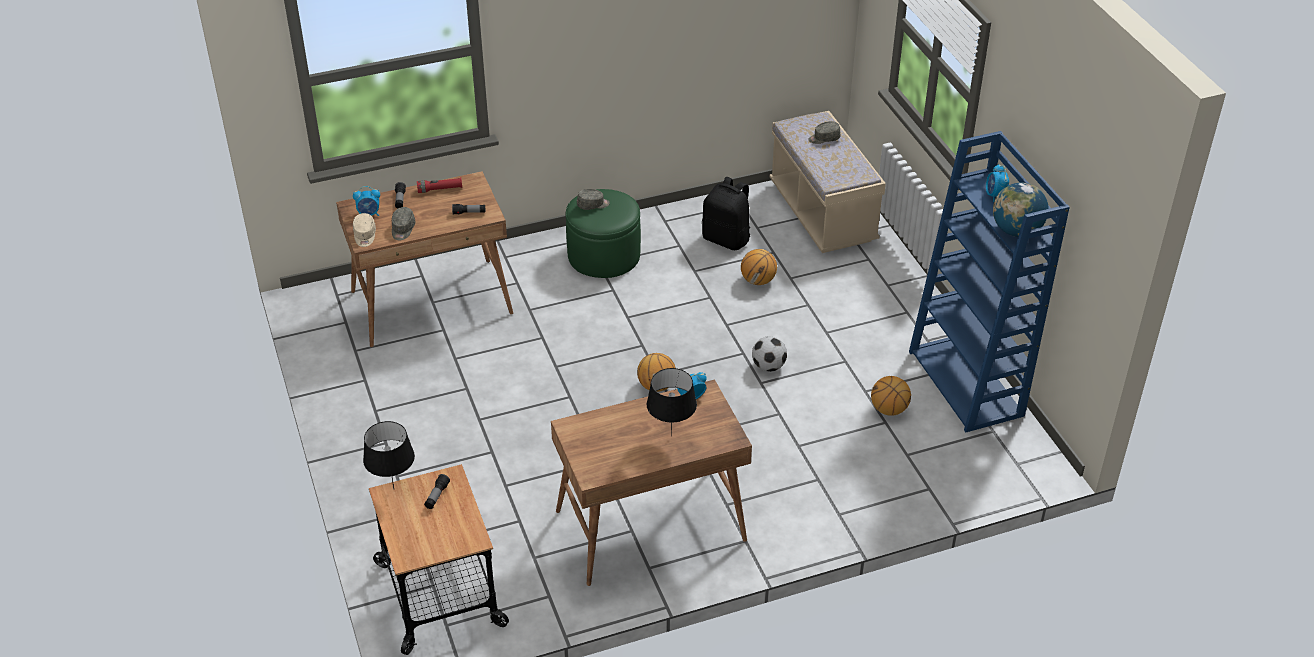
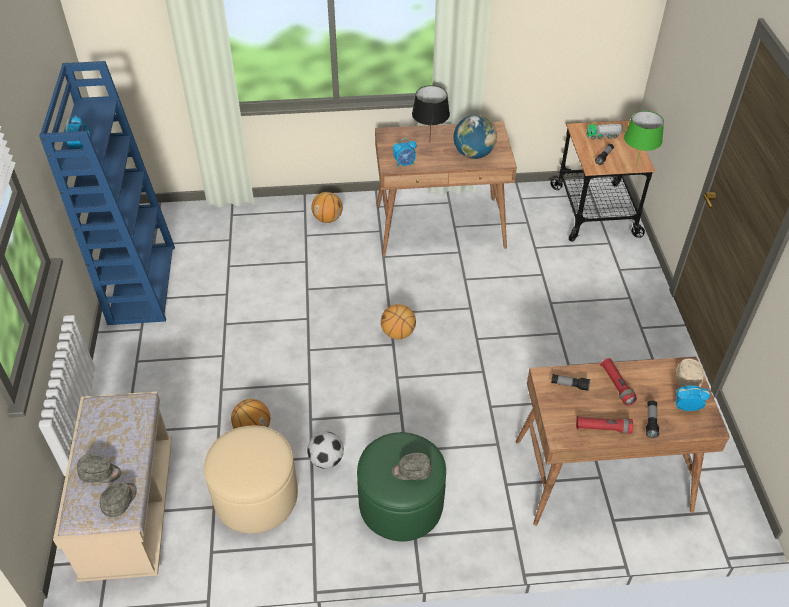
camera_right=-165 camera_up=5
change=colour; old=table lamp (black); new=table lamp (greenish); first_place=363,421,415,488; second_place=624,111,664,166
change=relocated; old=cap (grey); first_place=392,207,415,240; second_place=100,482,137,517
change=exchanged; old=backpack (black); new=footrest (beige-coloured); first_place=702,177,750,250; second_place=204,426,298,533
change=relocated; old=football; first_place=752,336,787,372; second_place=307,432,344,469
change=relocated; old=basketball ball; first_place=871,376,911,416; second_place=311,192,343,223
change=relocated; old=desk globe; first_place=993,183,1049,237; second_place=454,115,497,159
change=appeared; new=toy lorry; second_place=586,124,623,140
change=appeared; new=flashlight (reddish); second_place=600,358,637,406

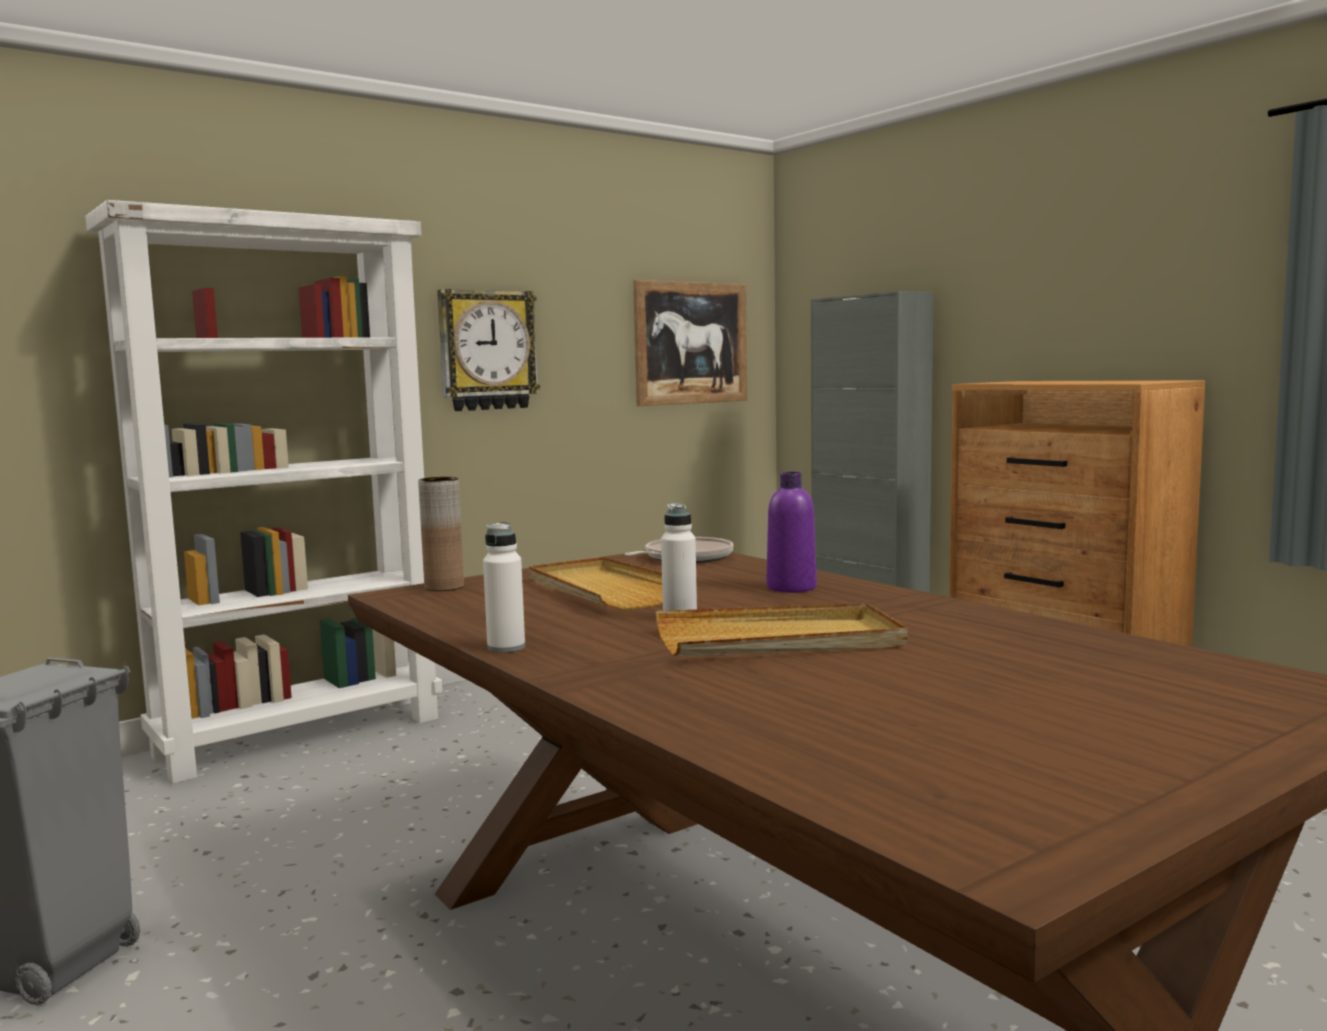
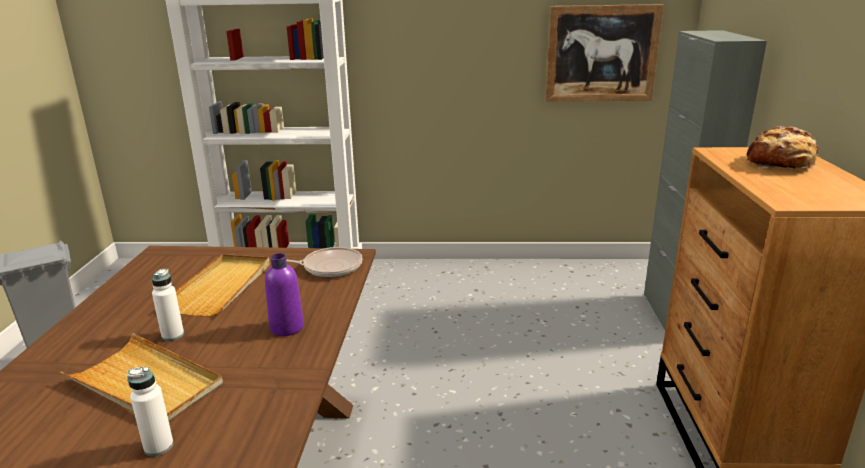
camera_right=40 camera_up=15
change=missing; old=decorative vase (brown-coloured); first_place=418,477,464,591
change=missing; old=hanging clock; first_place=437,289,540,411
change=relocated; old=bottle (white-coloured); first_place=483,522,525,653; second_place=127,367,174,456
change=appeared; new=bakery bread; second_place=746,125,819,170

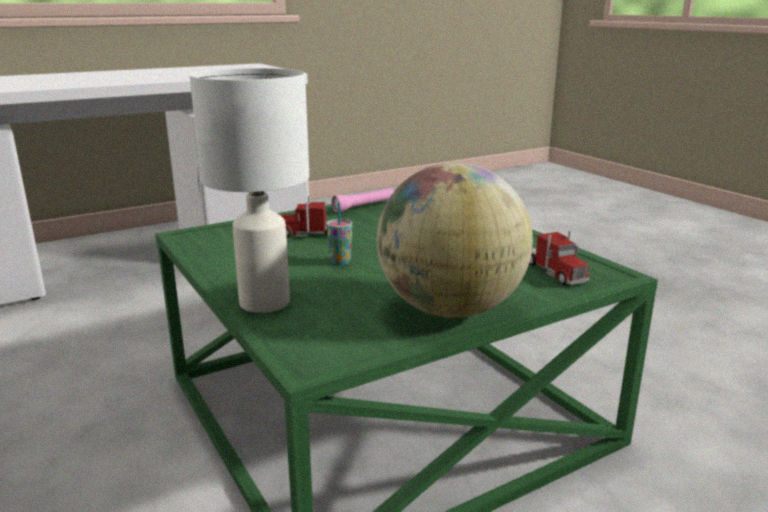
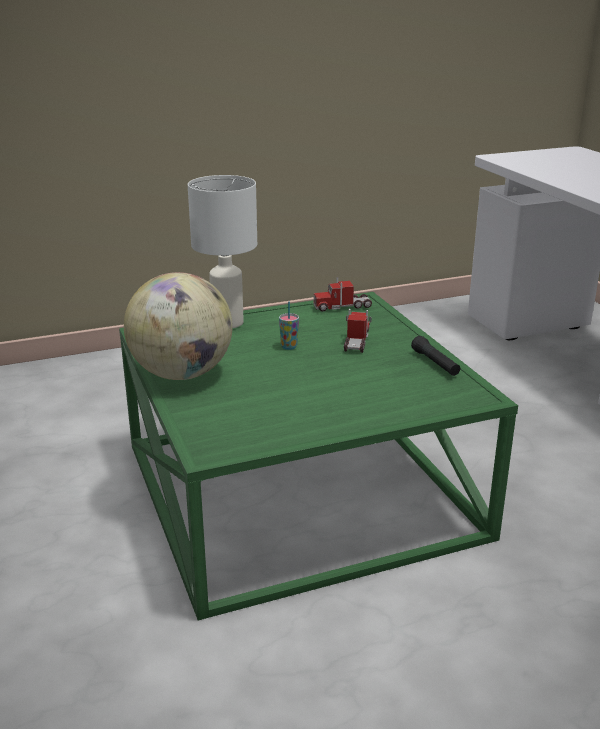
camera_right=100 camera_up=5
change=colour; old=flashlight (pinkish); new=flashlight (black); first_place=331,188,394,212; second_place=411,336,460,376
change=relocated; old=toy lorry; first_place=529,231,589,285; second_place=314,277,372,311

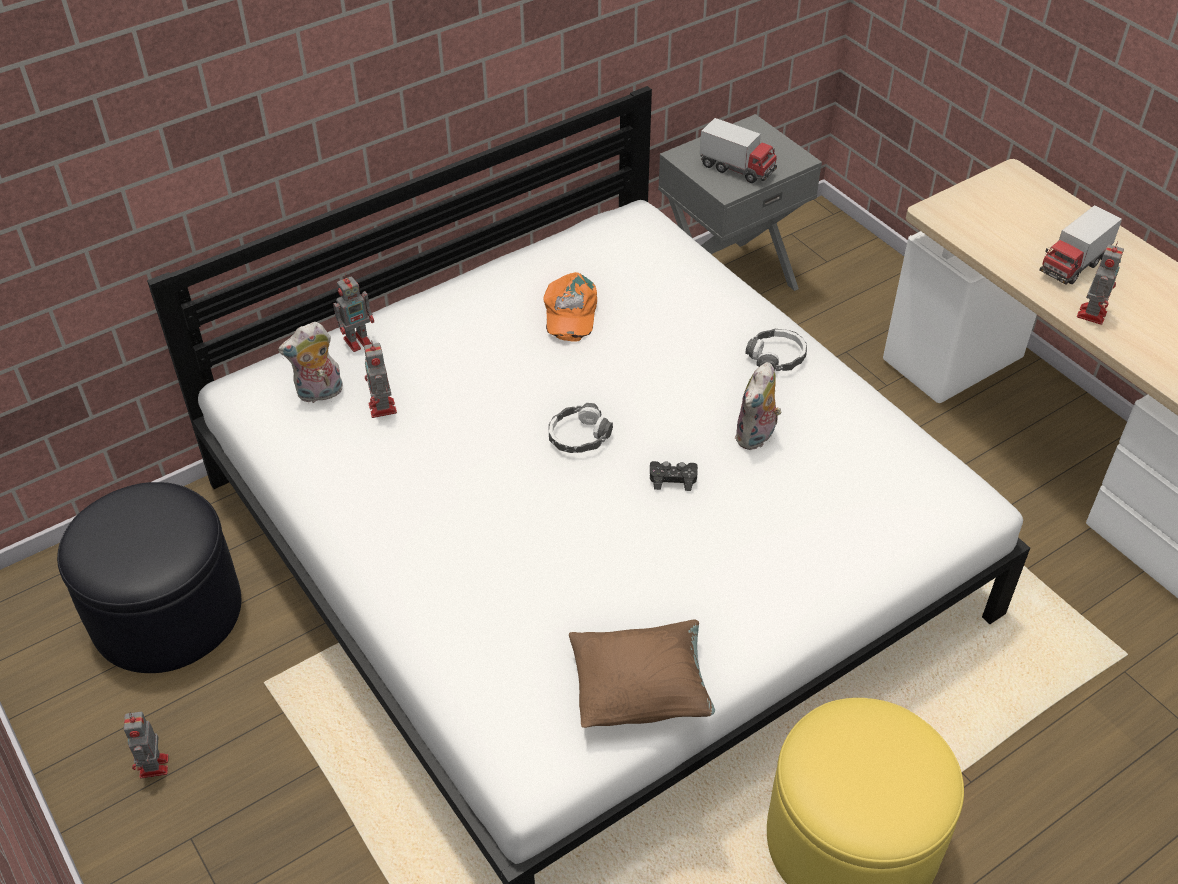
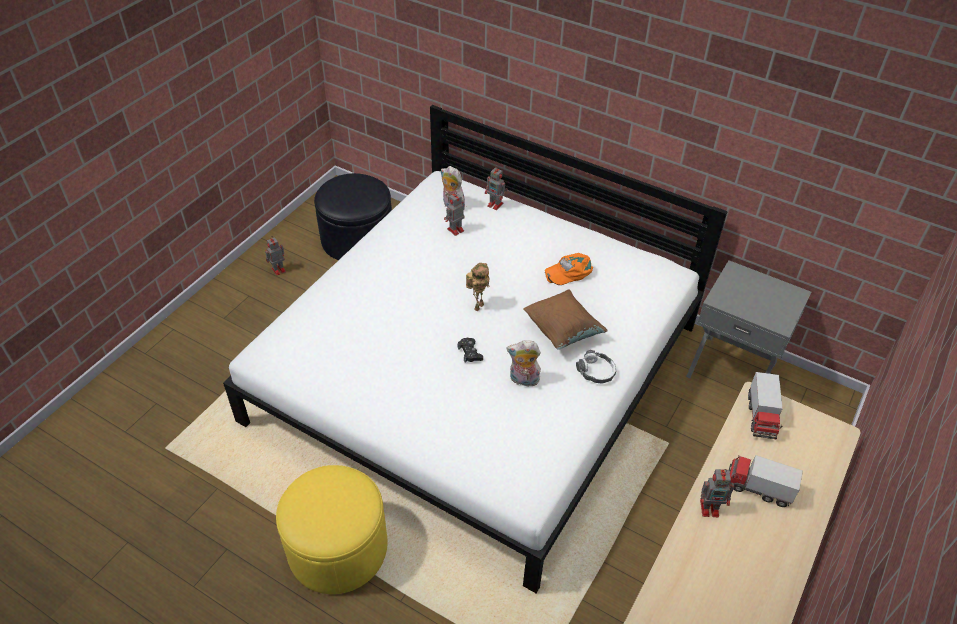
camera_right=65 camera_up=0
change=exchanged; old=headset; new=robot figure; first_place=548,403,613,453; second_place=466,263,490,311
change=relocated; old=pillow (brown-coloured); first_place=569,619,715,728; second_place=523,289,607,350
change=relocated; old=toy lorry; first_place=700,118,777,183; second_place=748,372,783,439

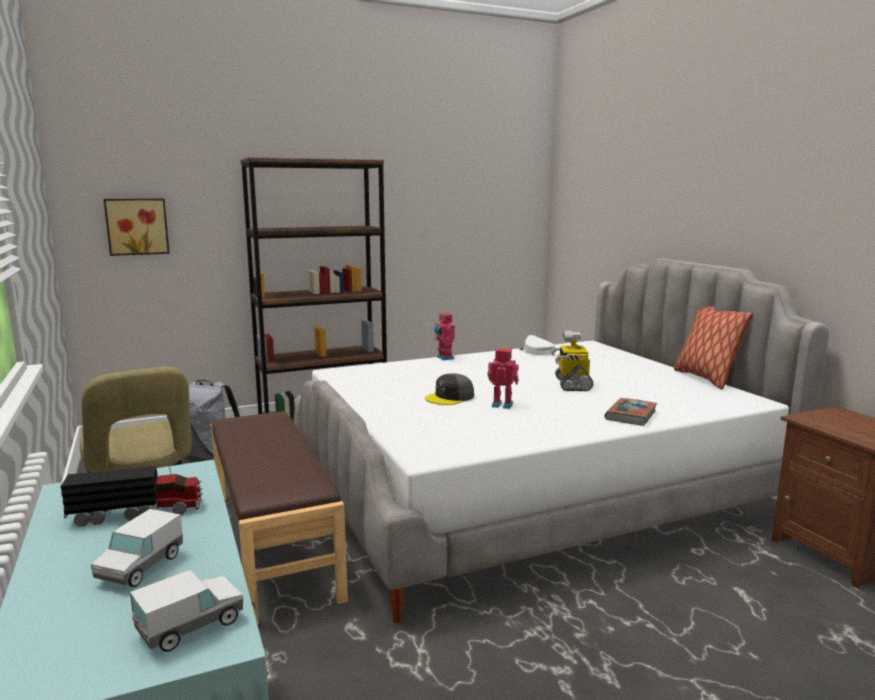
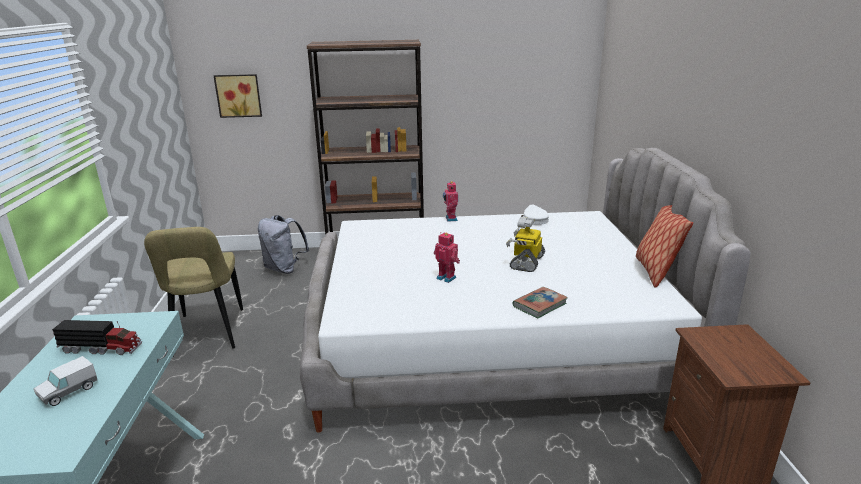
camera_right=20 camera_up=10
change=missing; old=toy lorry; first_place=130,570,243,652
change=missing; old=indoor bench (brown-coloured); first_place=211,411,348,624
change=missing; old=cap (grey); first_place=425,373,474,405

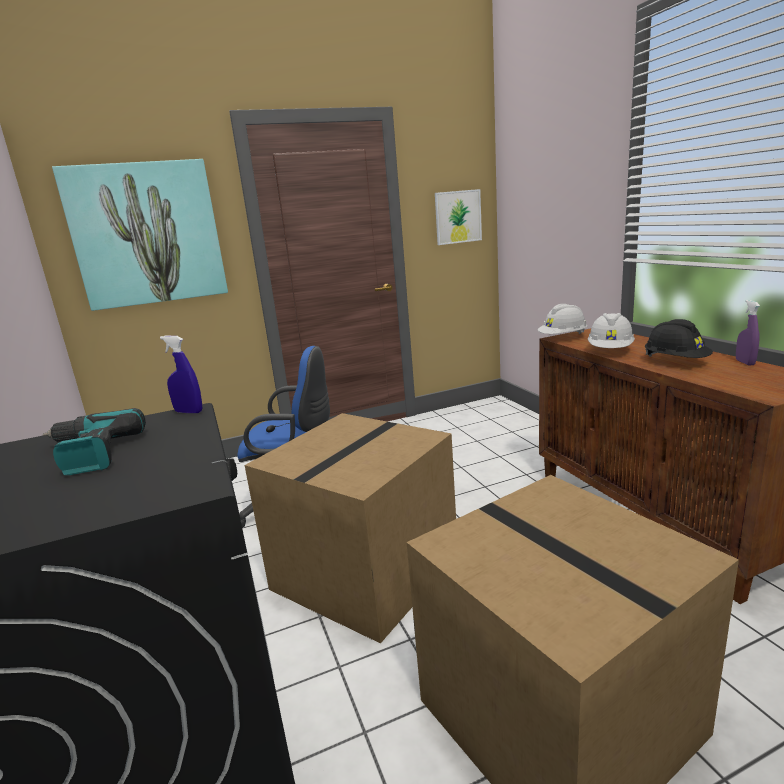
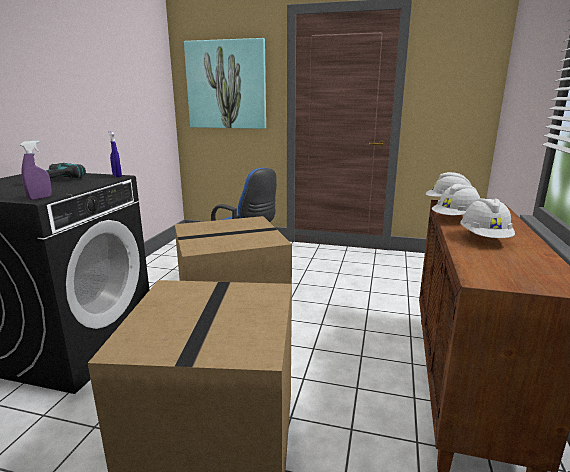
camera_right=35 camera_up=0
change=missing; old=wall art; first_place=435,189,482,245
change=colour; old=hard hat (black); new=hard hat (white-coloured); first_place=645,319,713,358; second_place=460,198,515,238
change=relocated; old=hand sprayer (purple); first_place=736,300,760,366; second_place=20,140,52,200

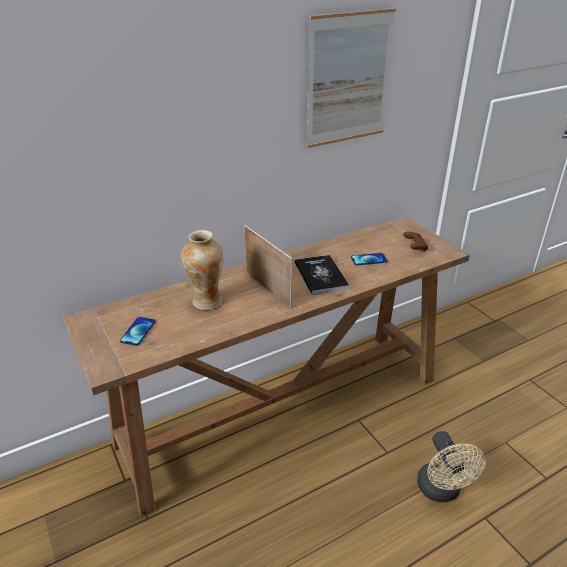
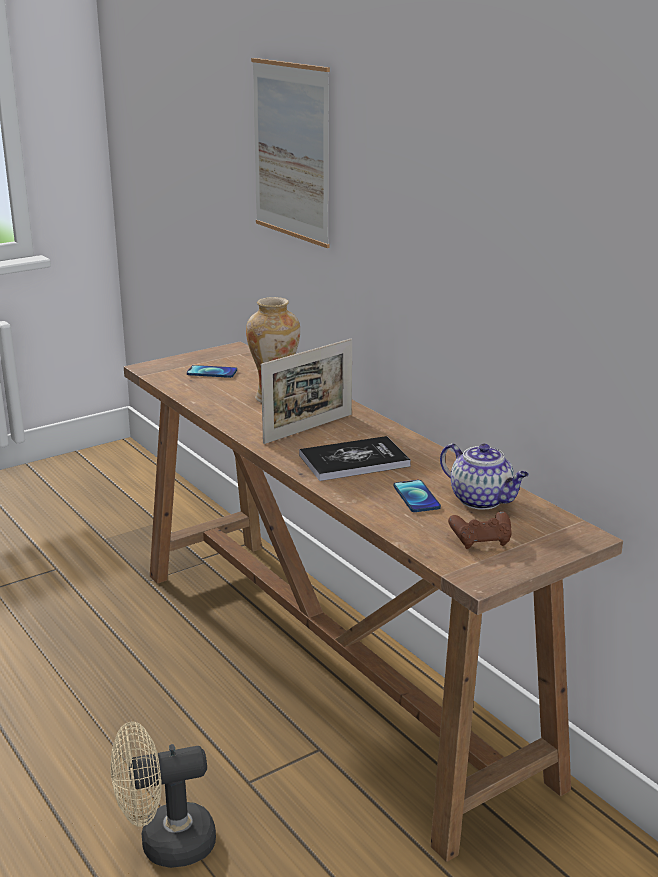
camera_right=85 camera_up=-10
change=relocated; old=wall art; first_place=306,8,396,148; second_place=251,58,330,248
change=appeared; new=teapot; second_place=440,443,529,510

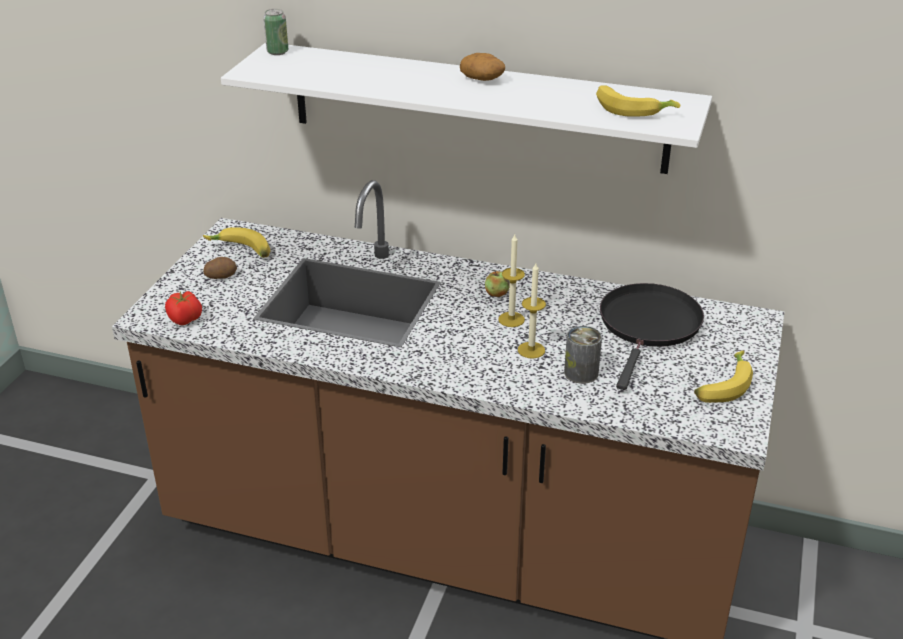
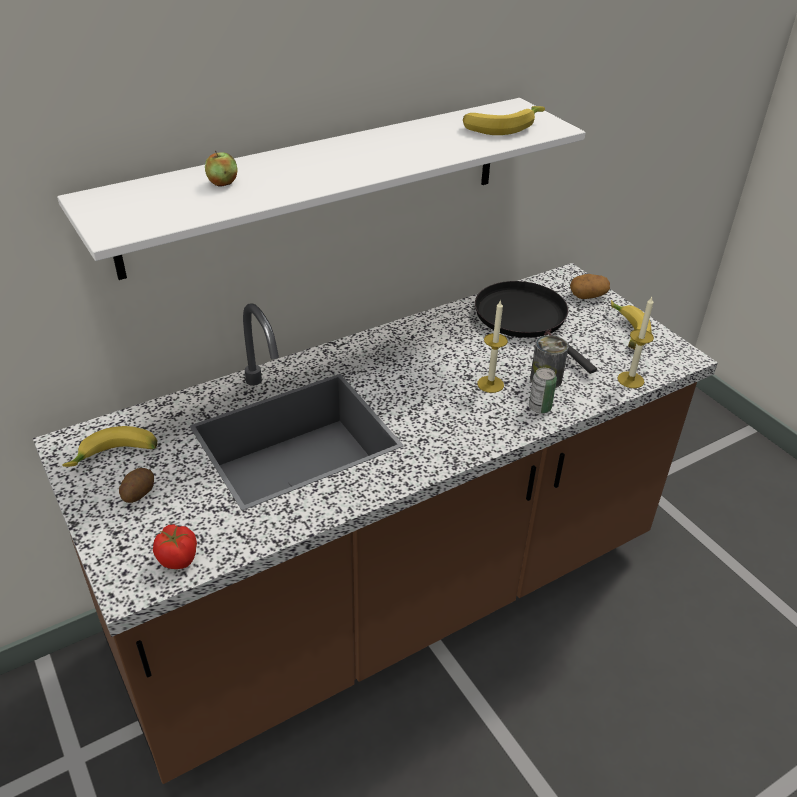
camera_right=-50 camera_up=5
change=relocated; old=sealed can; first_place=263,9,289,55; second_place=529,368,557,413
change=relocated; old=whole potato; first_place=460,53,505,81; second_place=570,274,610,299
change=relocated; old=apple fruit; first_place=485,271,510,297; second_place=205,150,237,187
change=relocated; old=wax light; first_place=498,234,525,327; second_place=617,297,654,388

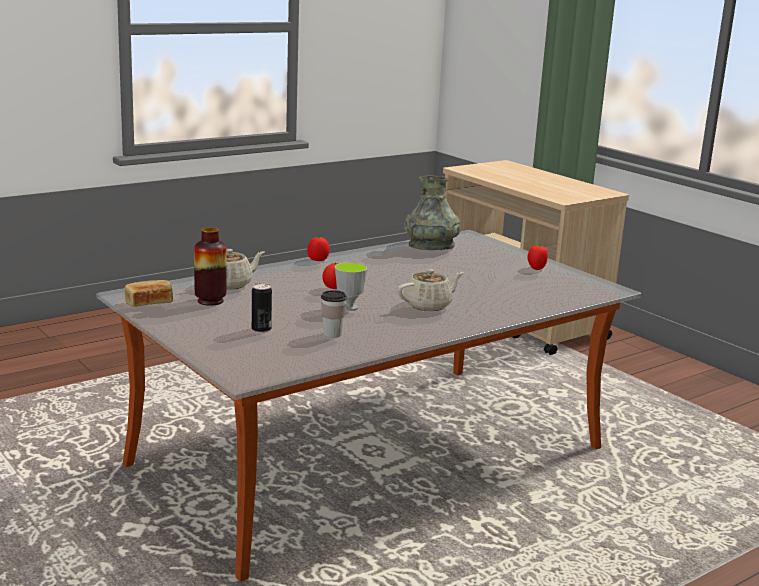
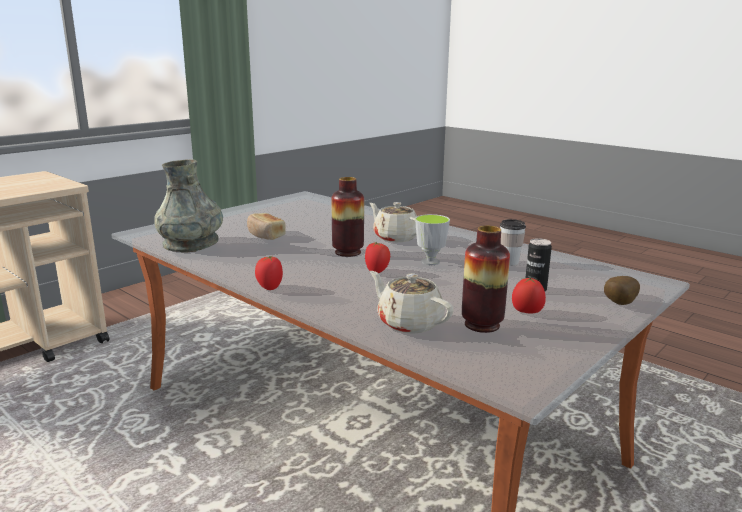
camera_right=-100 camera_up=0
change=relocated; old=bakery bread; first_place=125,280,173,307; second_place=247,213,286,240
change=relocated; old=fresh tomato; first_place=528,245,548,270; second_place=512,278,546,313
change=appeared; new=decorative vase; second_place=332,177,364,257
change=appeared; new=whole potato; second_place=604,276,640,305

